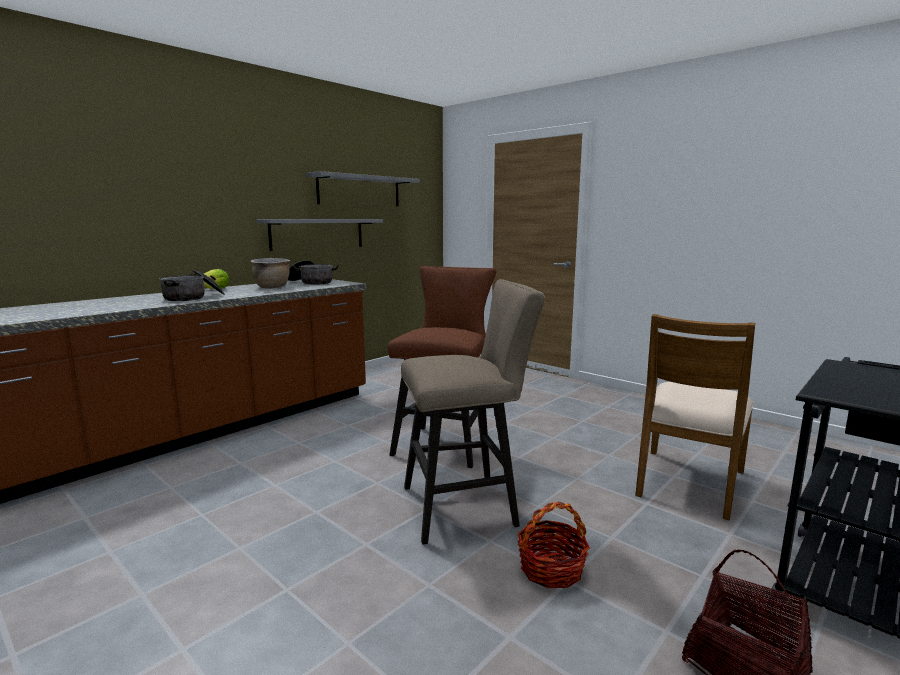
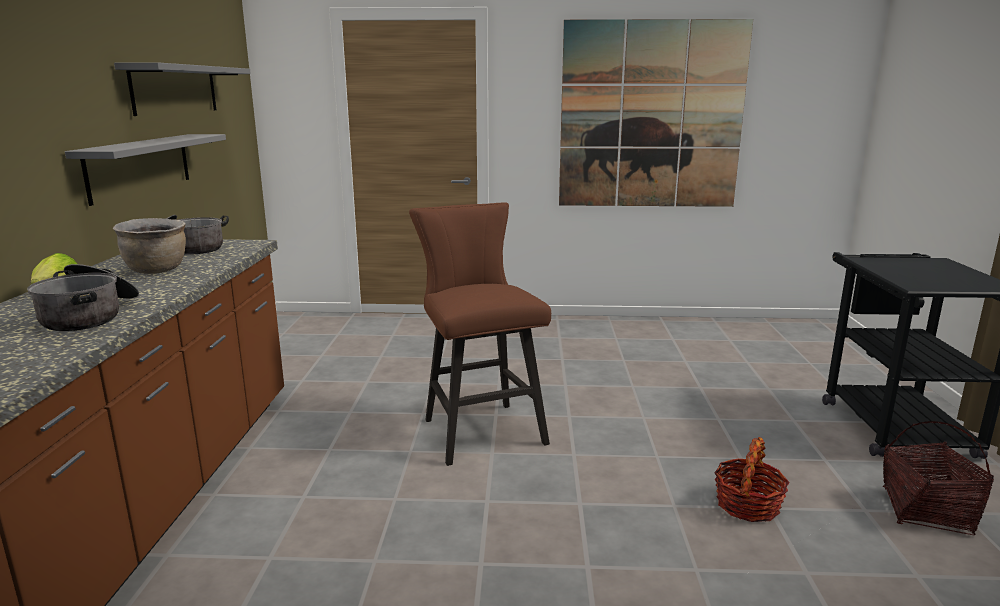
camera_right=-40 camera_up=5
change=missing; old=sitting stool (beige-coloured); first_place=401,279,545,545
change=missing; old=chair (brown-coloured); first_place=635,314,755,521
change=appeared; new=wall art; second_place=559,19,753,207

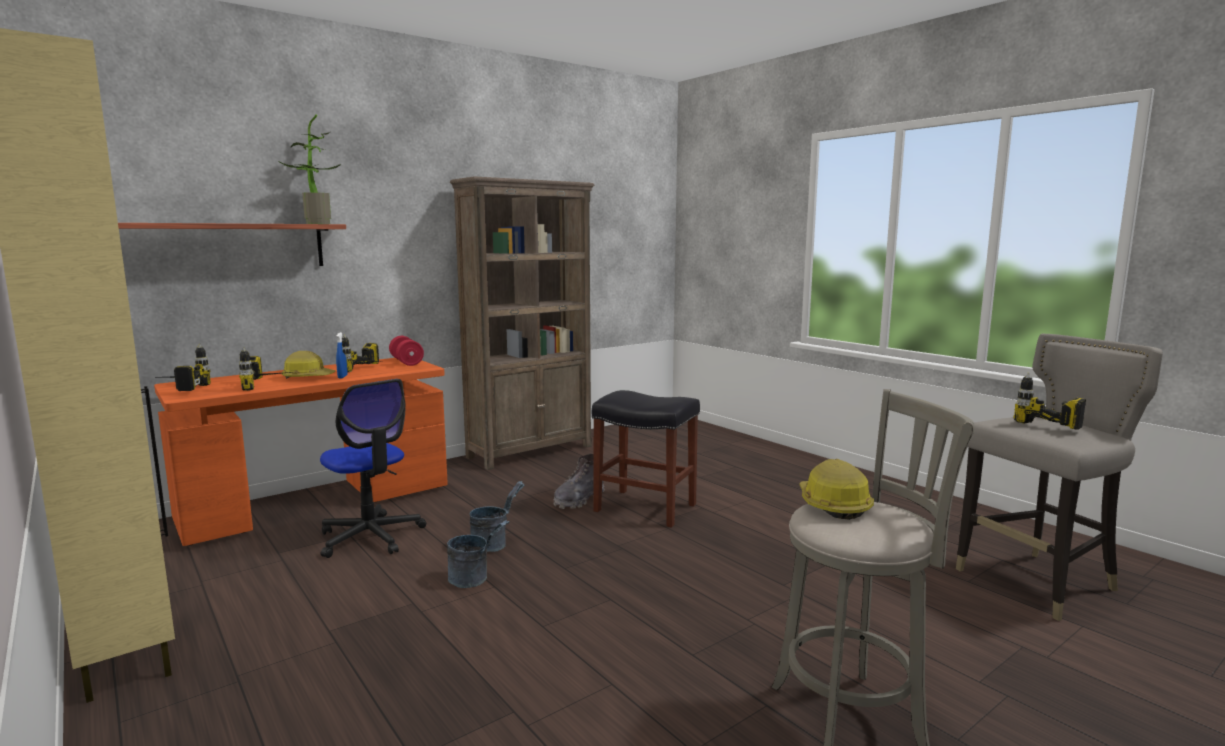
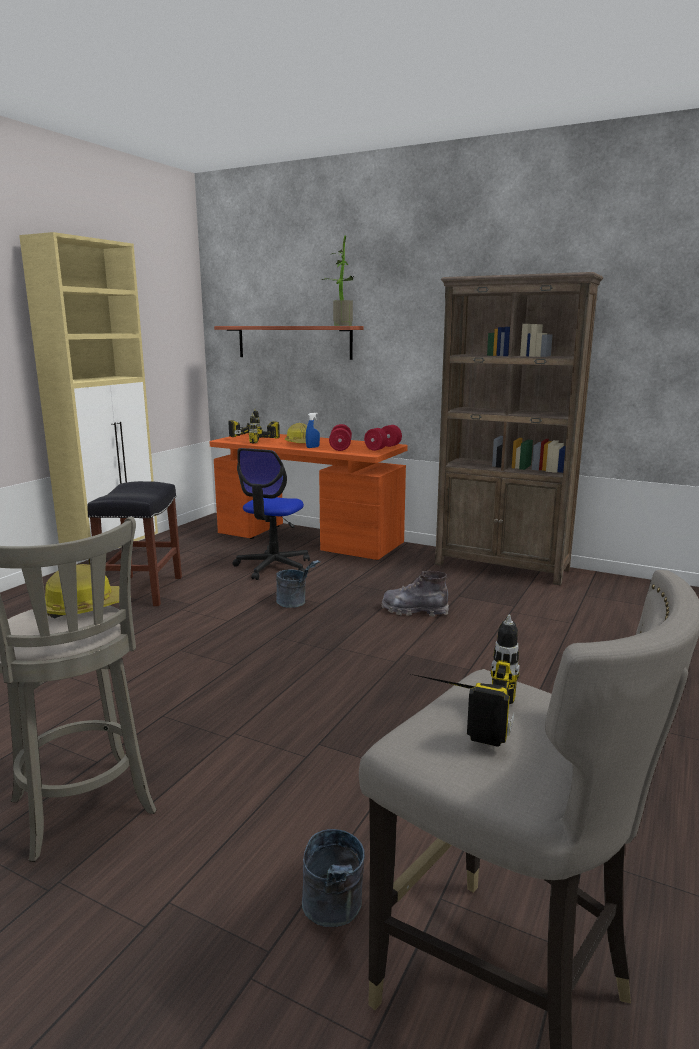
camera_right=65 camera_up=5
change=exchanged; old=electric drill; new=free weight (reddish); first_place=342,334,380,373; second_place=329,424,352,451
change=relocated; old=water bucket (grey); first_place=447,520,510,588; second_place=302,829,365,927
change=relocated; old=sitting stool (black); first_place=592,390,700,528; second_place=87,481,182,606

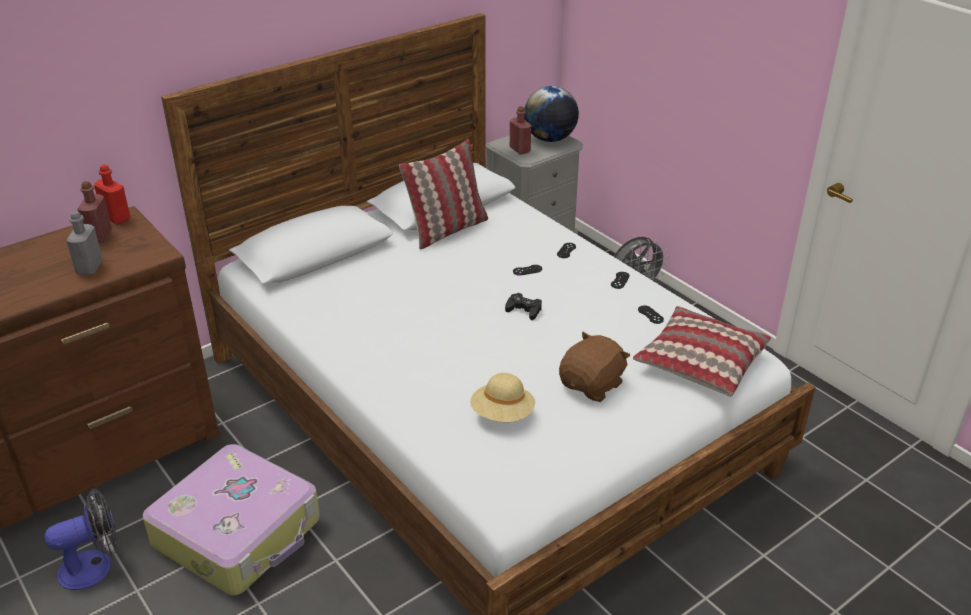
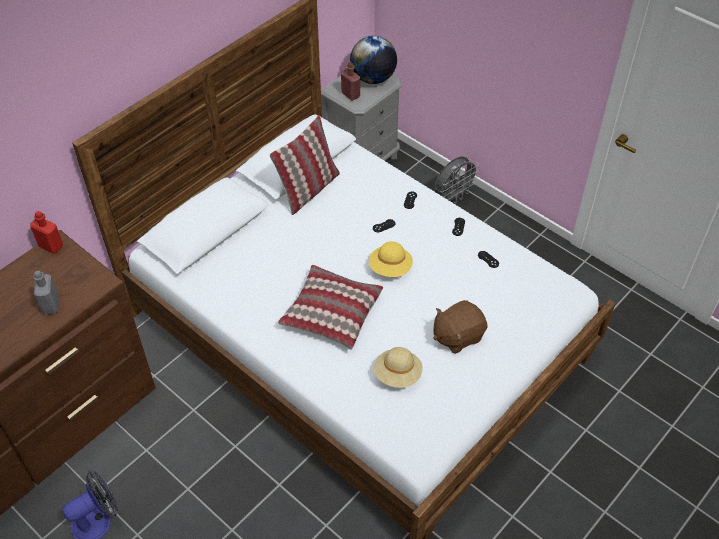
camera_right=-10 camera_up=15
change=missing; old=bottle (reddish); first_place=78,181,112,243
change=missing; old=piece of luggage; first_place=142,444,320,595
change=exchanged; old=game controller (black); new=hat (yellowish); first_place=505,293,542,320; second_place=369,241,413,277
change=spun; old=soft toy (brown-coloured); first_place=559,332,630,402; second_place=433,300,488,354; degrees=-150
change=relocated; old=pillow; first_place=633,306,771,397; second_place=278,265,383,350

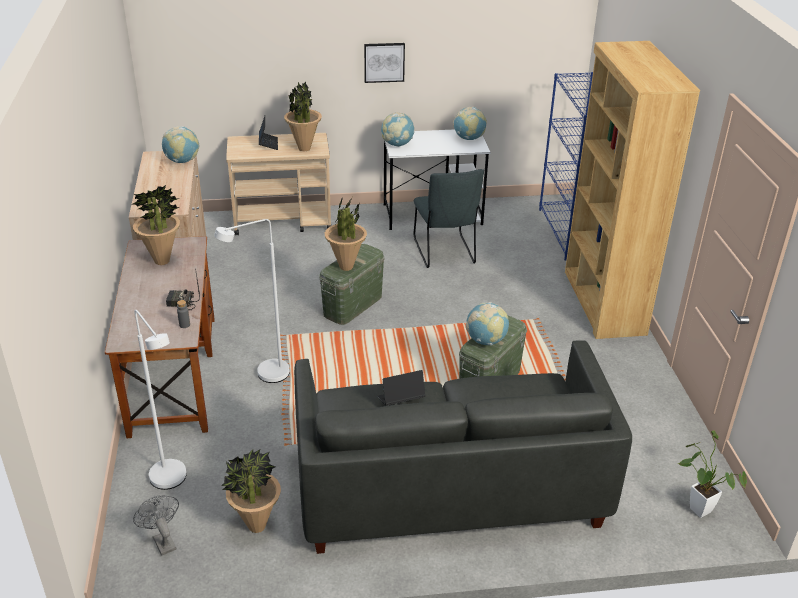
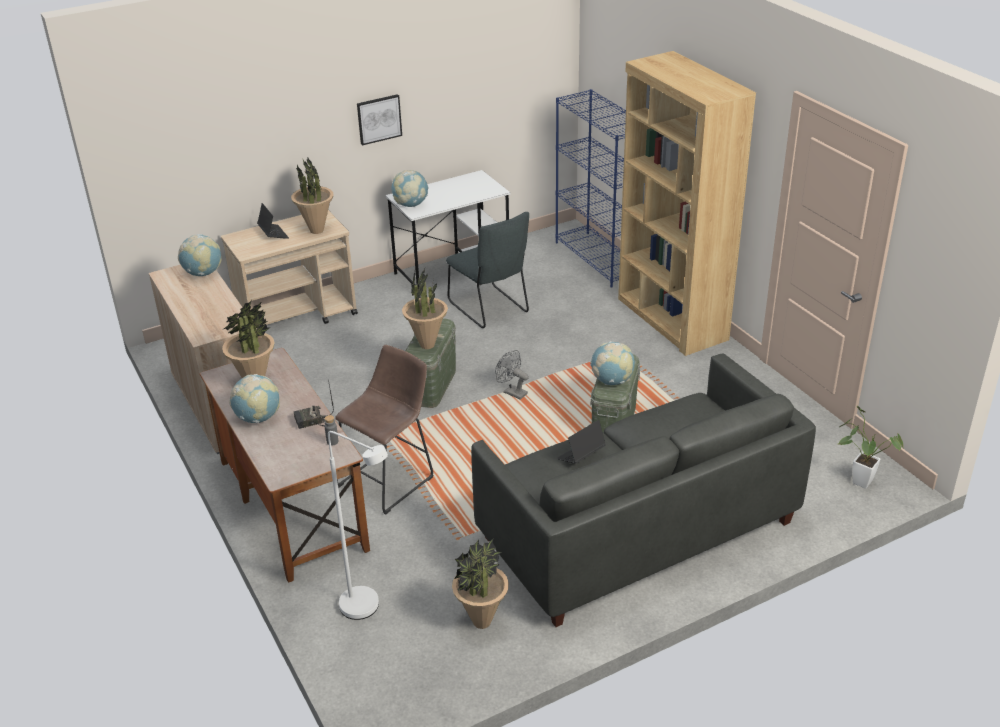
camera_right=-20 camera_up=0
change=relocated; old=electric fan (grey); first_place=133,495,179,556; second_place=495,350,529,400
change=exchanged; old=standing lamp (white-coloured); new=sitting stool (brown-coloured); first_place=214,219,289,383; second_place=335,345,434,514
change=relocated; old=desk globe; first_place=453,107,487,140; second_place=229,374,280,423

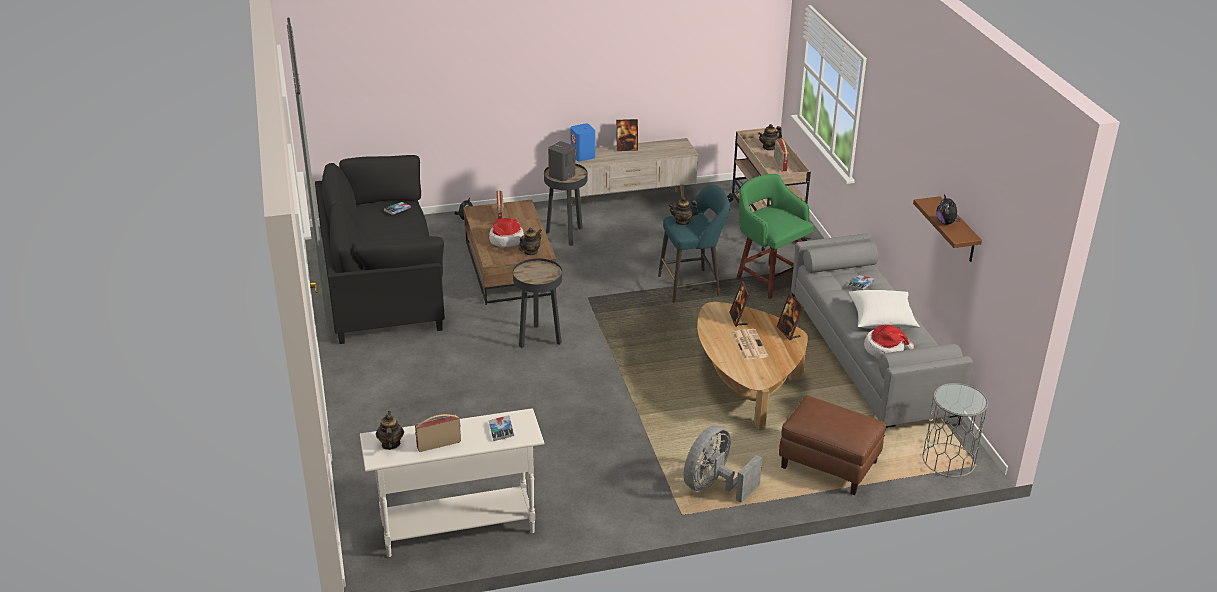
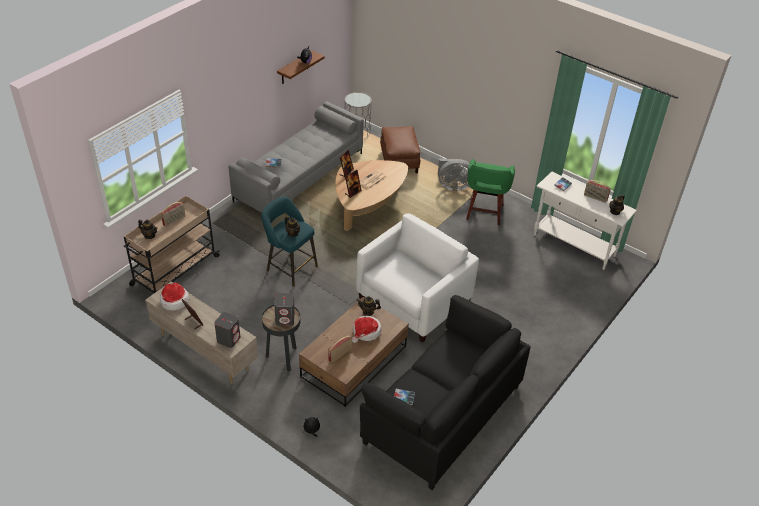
camera_right=-130 camera_up=10
change=exchanged; old=end table (black); new=easy chair (white-coloured); first_place=513,258,562,348; second_place=356,213,479,343
change=colour; old=speaker (blue-coloured); new=speaker (grey); first_place=571,123,595,162; second_place=214,312,240,348
change=relocated; old=sitting stool (greenish); first_place=736,174,814,299; second_place=466,159,515,225
change=missing; old=pillow (white-coloured); first_place=849,290,920,328
change=relocated; old=hat; first_place=864,325,914,358; second_place=160,283,189,311

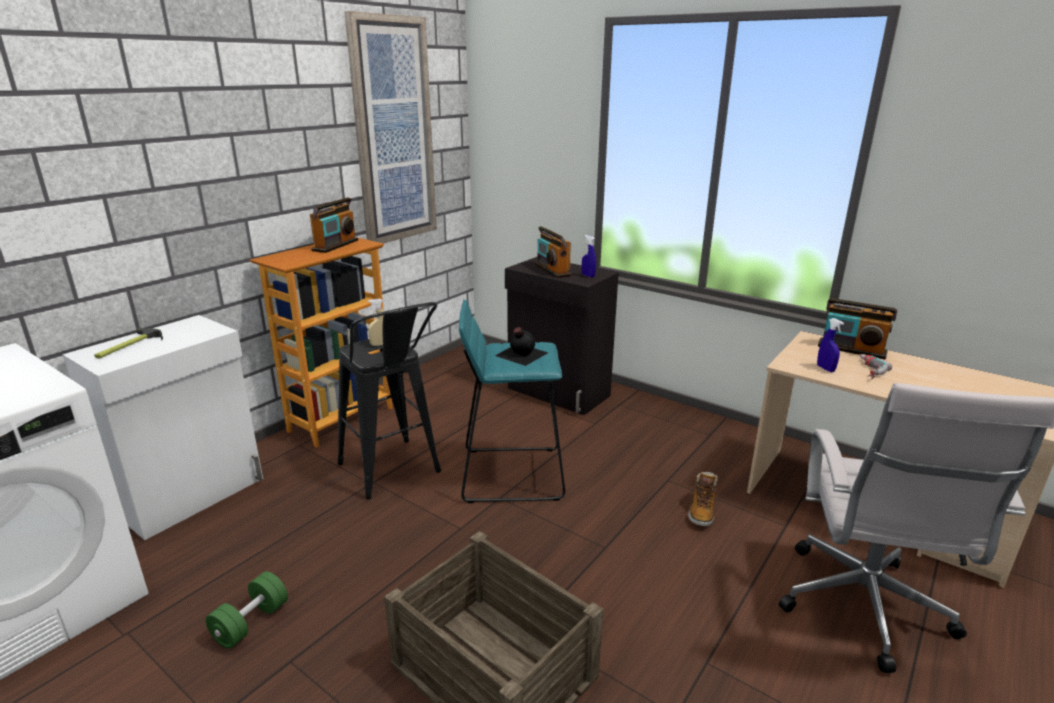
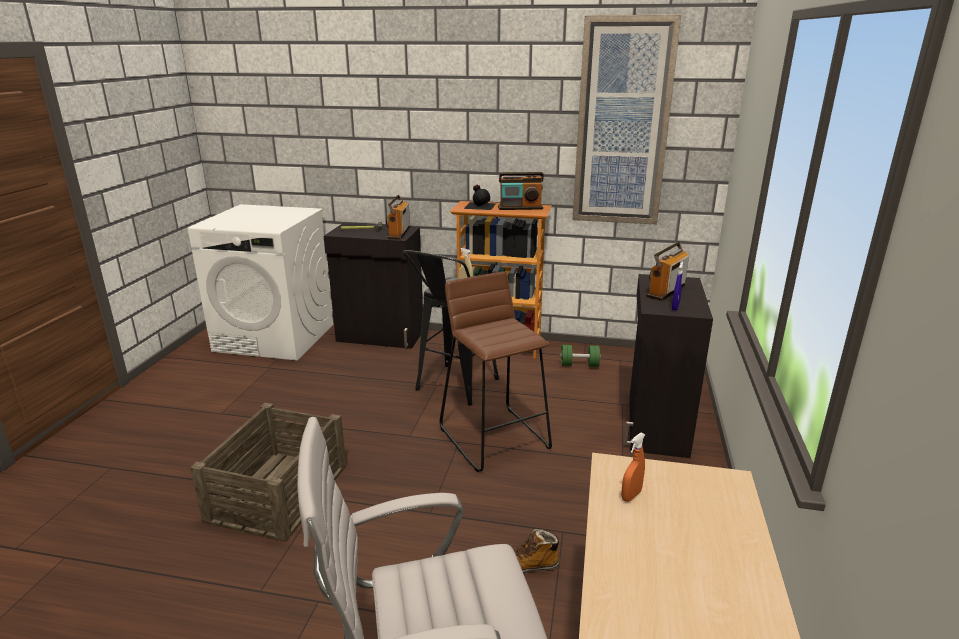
camera_right=65 camera_up=0
change=colour; old=cupboard (white-coloured); new=cupboard (black); first_place=62,315,263,540; second_place=324,223,423,349
change=relocated; old=free weight (greenish); first_place=206,571,288,649; second_place=560,345,601,367
change=colour; old=sitting stool (turquoise); new=sitting stool (brown-coloured); first_place=459,300,565,503; second_place=440,272,552,472
change=relocated; old=bottle (black); first_place=495,327,548,366; second_place=464,184,496,210
change=colour; old=hand sprayer (blue-coloured); new=hand sprayer (orange-coloured); first_place=817,318,844,372; second_place=621,432,645,502
change=relocated; old=radio; first_place=818,298,897,360; second_place=386,195,410,240
change=missing; old=electric drill; first_place=860,354,892,379

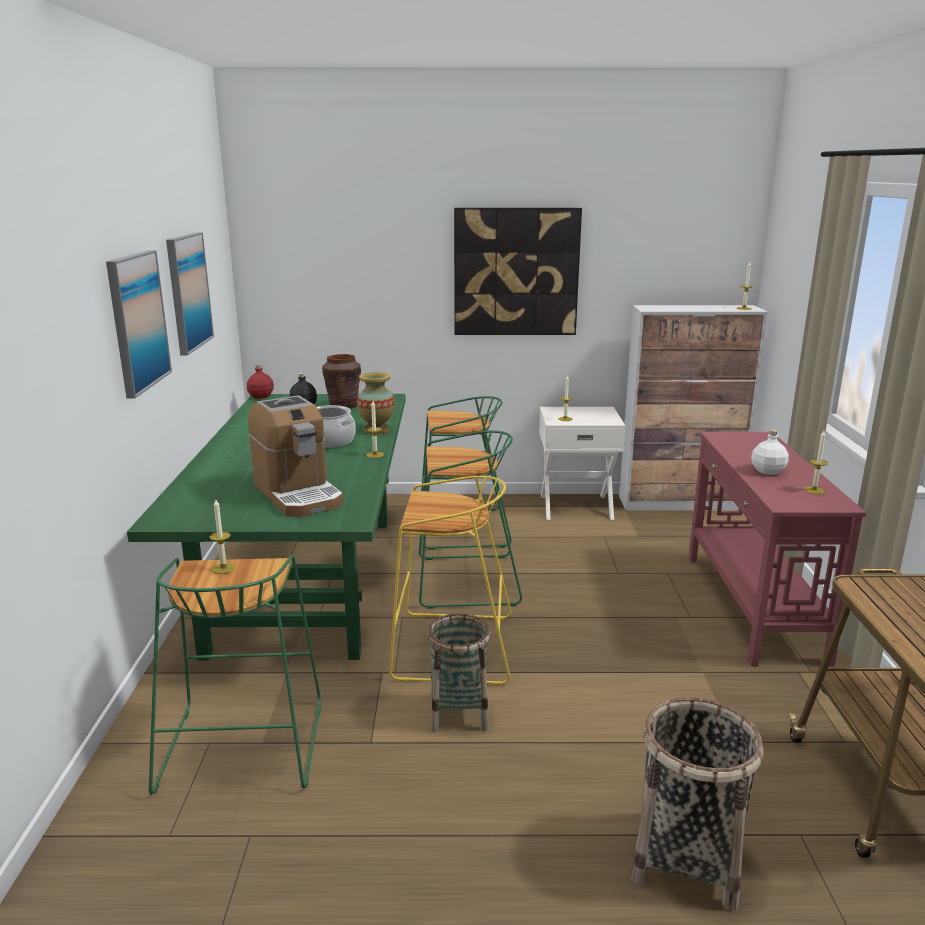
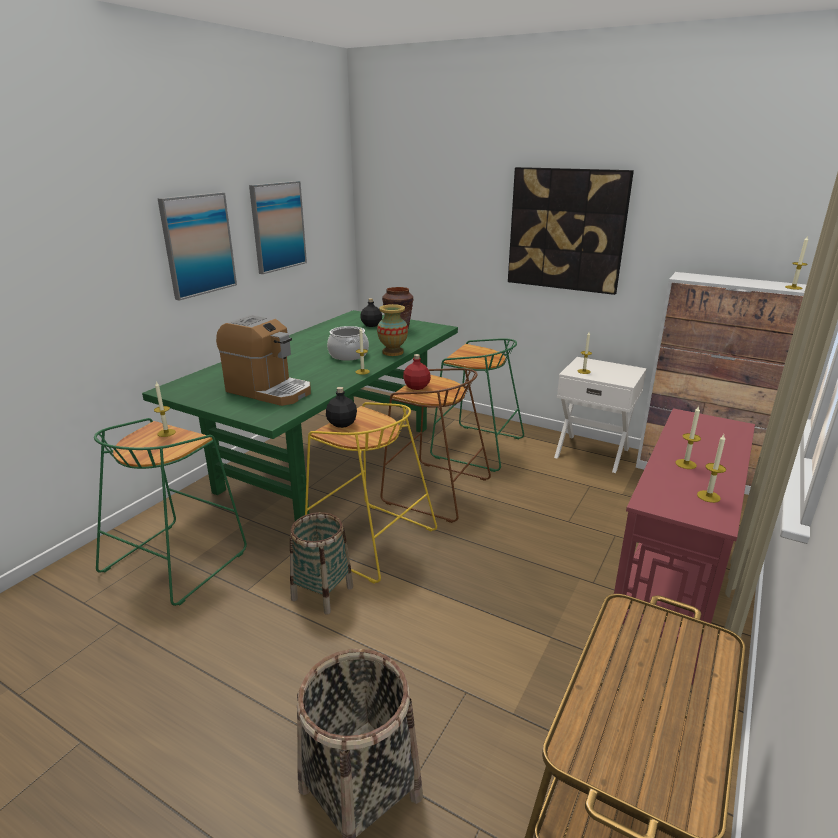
camera_right=30 camera_up=5
change=relocated; old=bottle (reddish); first_place=247,364,274,399; second_place=403,354,431,390
change=spun; old=coffee maker; first_place=248,395,343,517; second_place=216,315,311,406; degrees=-60
change=colour; old=sitting stool (greenish); new=sitting stool (brown-coloured); first_place=419,430,522,609; second_place=380,368,491,523
change=exchanged; old=bottle (white-coloured); new=wax light; first_place=751,430,789,475; second_place=675,406,701,469
change=appeared; new=bottle (black); second_place=326,387,357,428

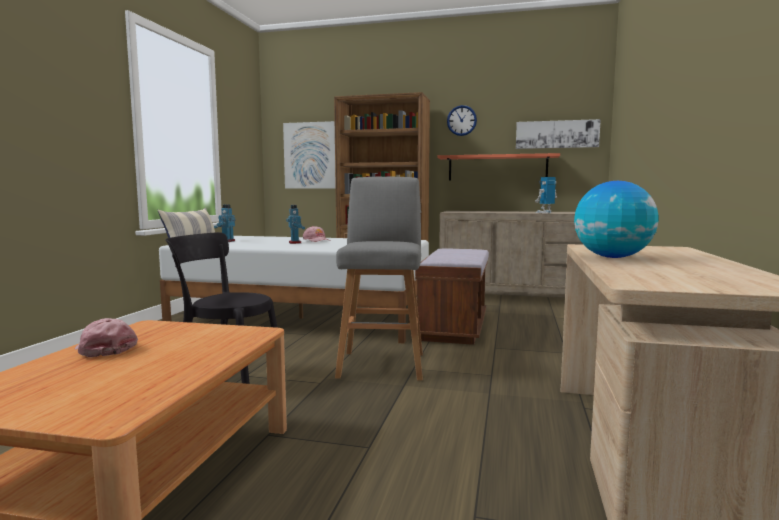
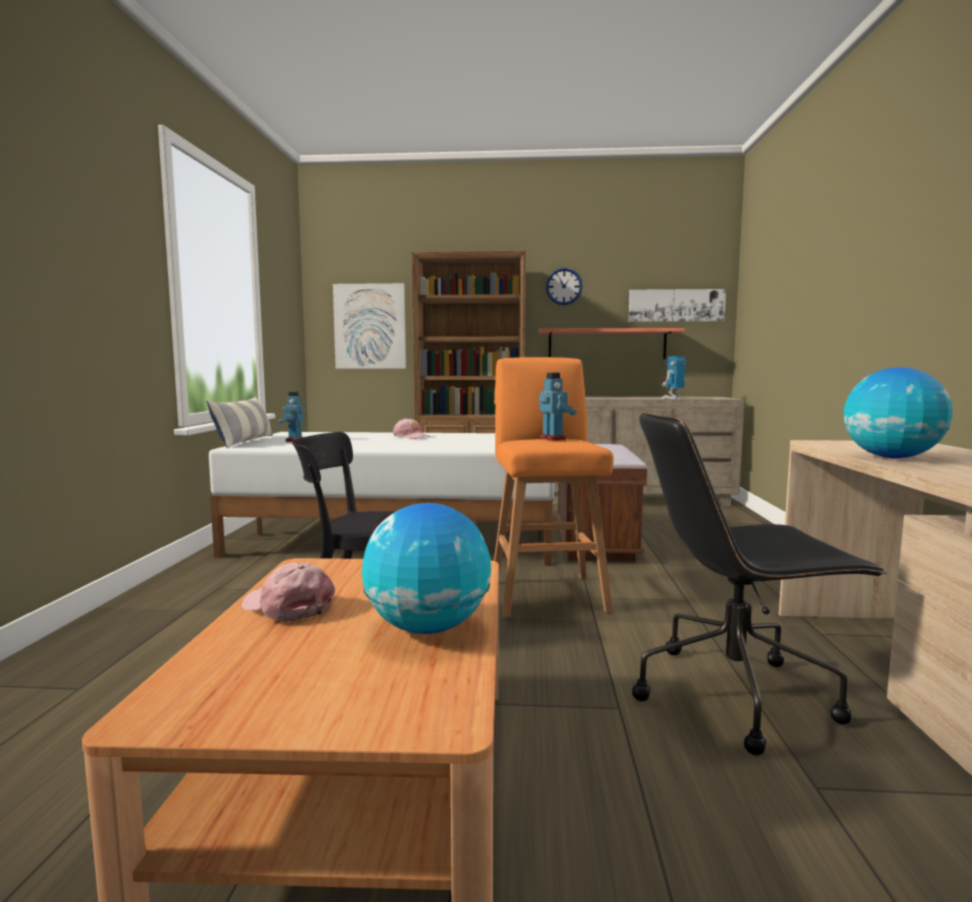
camera_right=-10 camera_up=0
change=relocated; old=robot figure; first_place=286,205,305,244; second_place=539,372,576,440
change=colour; old=sitting stool (grey); new=sitting stool (orange-coloured); first_place=335,177,423,381; second_place=494,357,613,617
change=appeared; new=desk globe; second_place=362,503,491,634
change=appeared; new=computer chair (black); second_place=632,412,887,755

